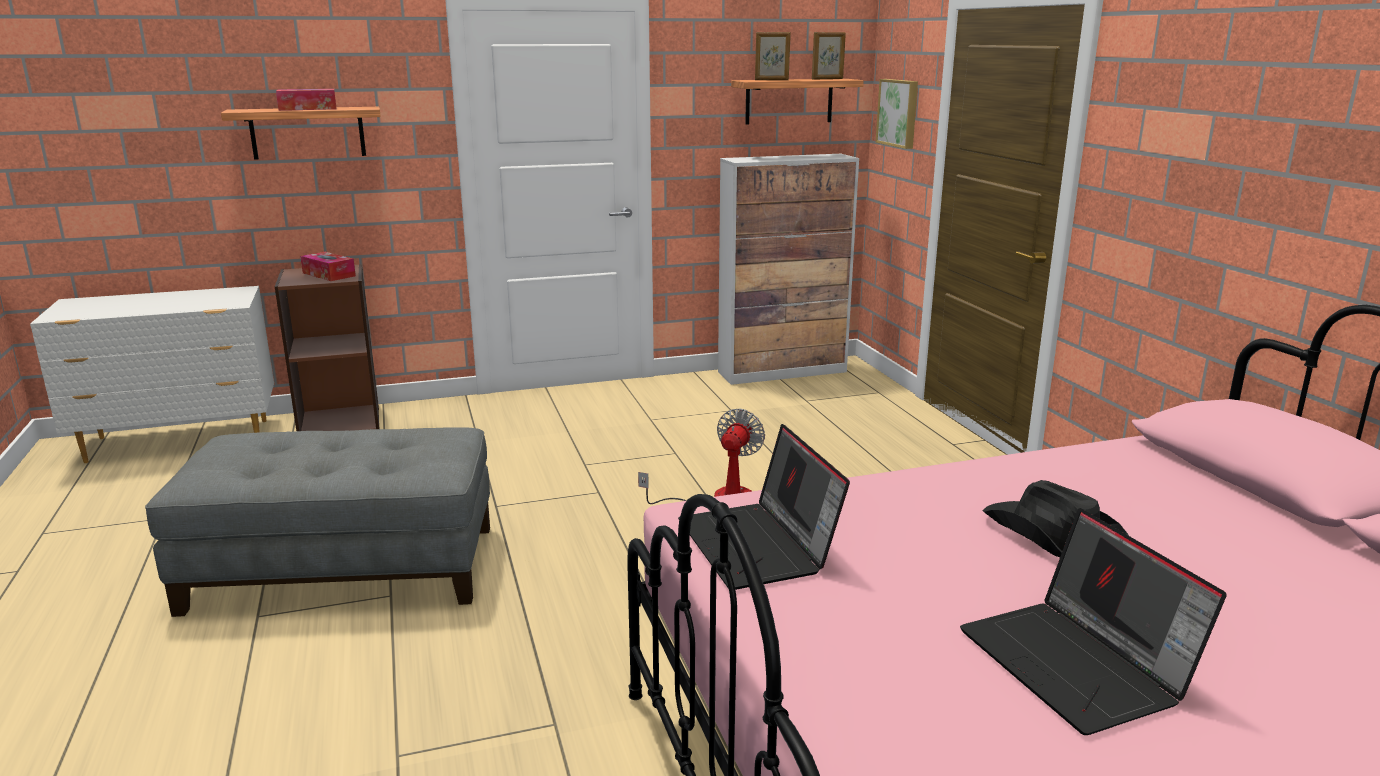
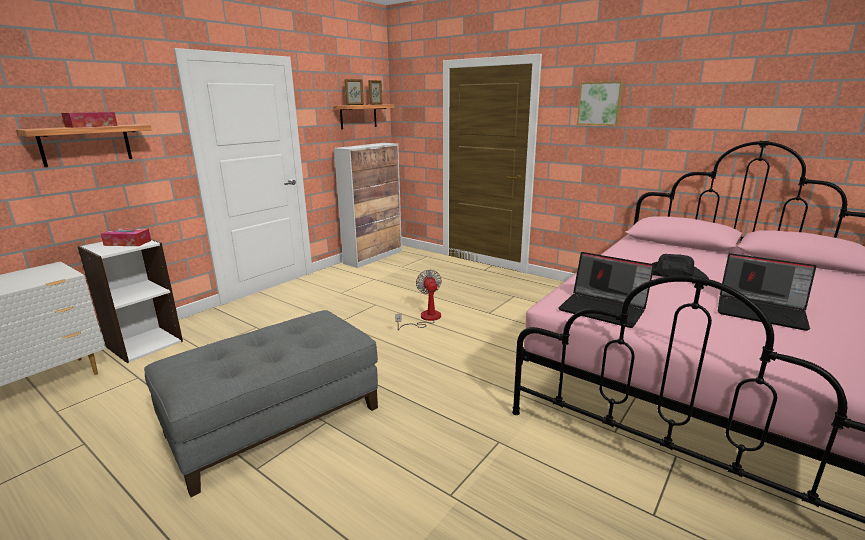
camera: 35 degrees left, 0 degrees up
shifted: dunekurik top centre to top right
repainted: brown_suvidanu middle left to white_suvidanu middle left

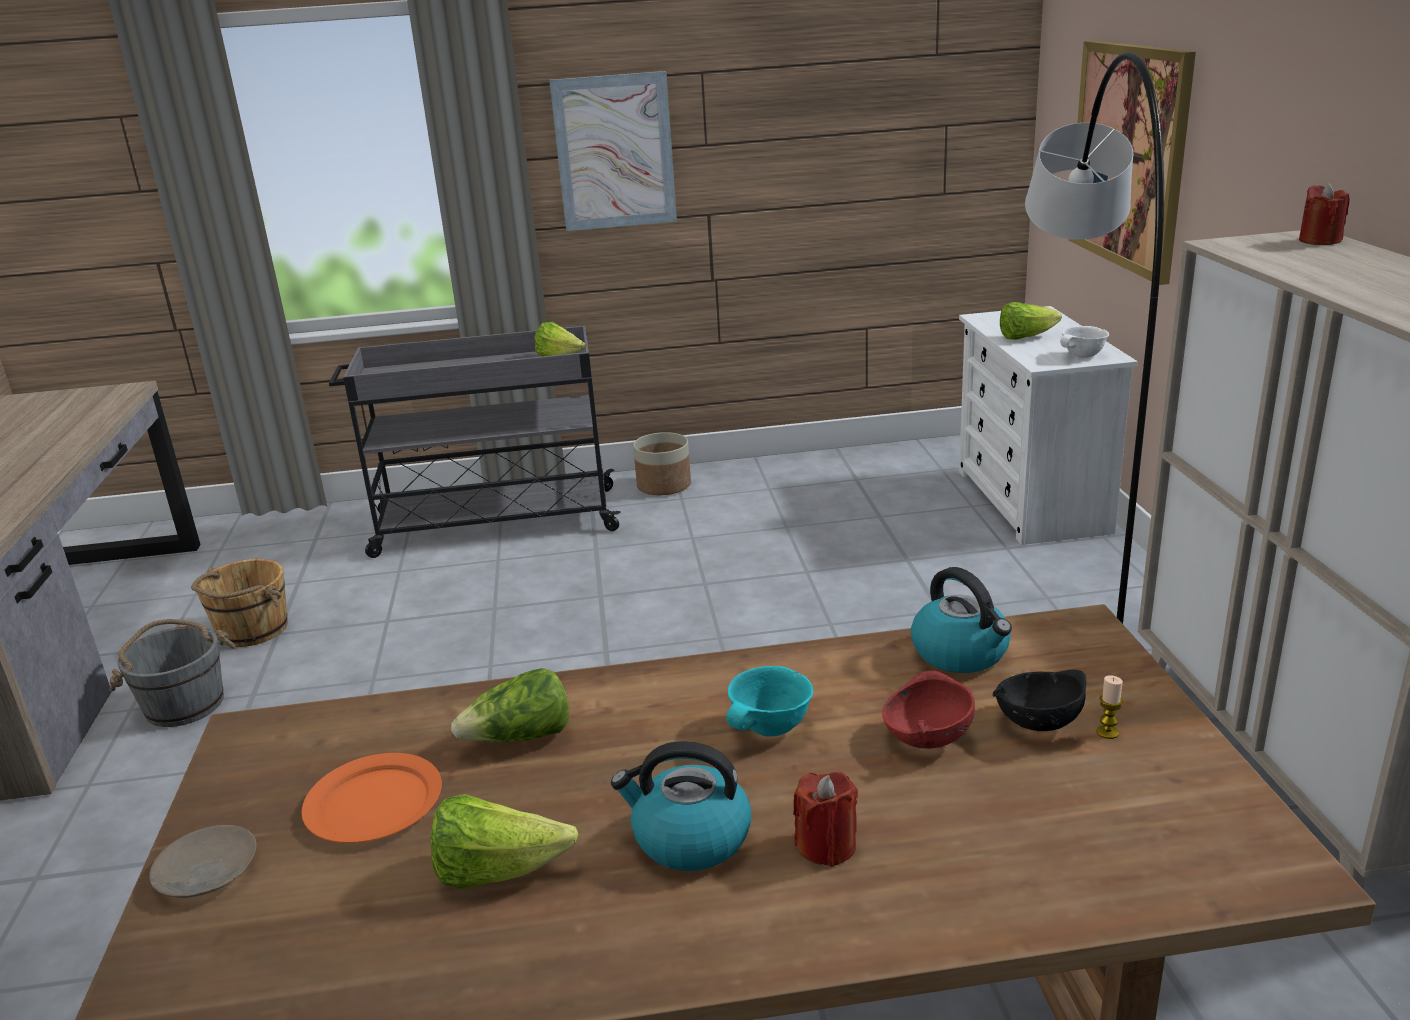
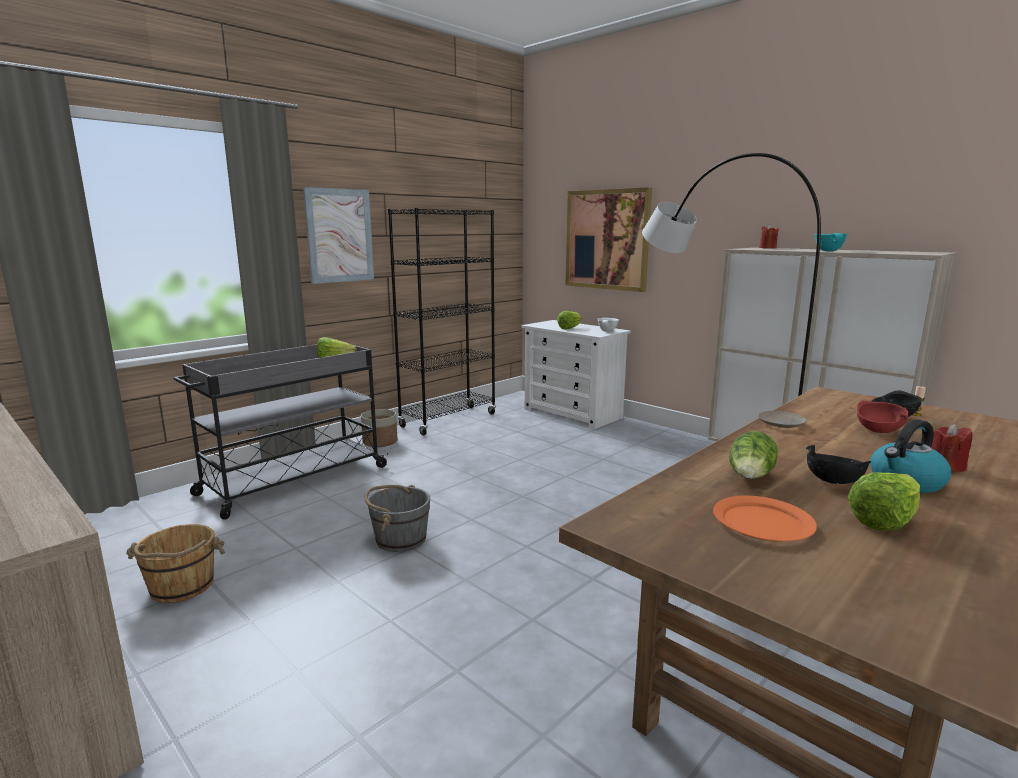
camera: 40 degrees left, 10 degrees down
gone: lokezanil (no. 2 from left) middle right
new: black_suvidanu centre; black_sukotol (no. 1 from left) middle right
shifted: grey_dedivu middle left to centre; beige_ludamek bottom left to middle right; turquoise_sukotol bottom centre to top right

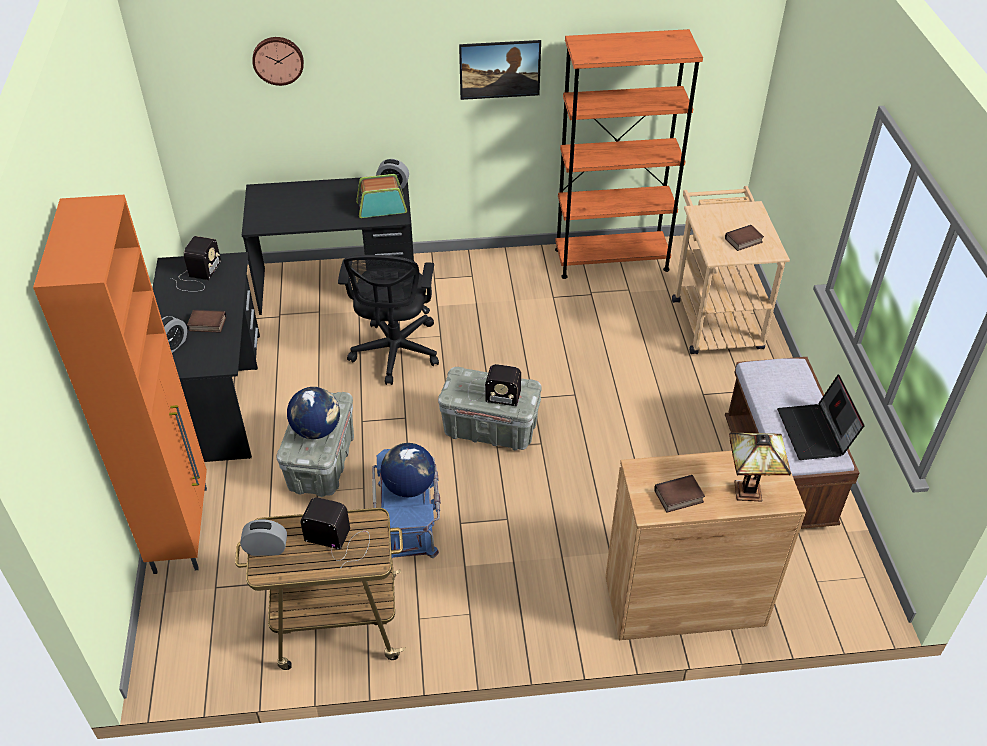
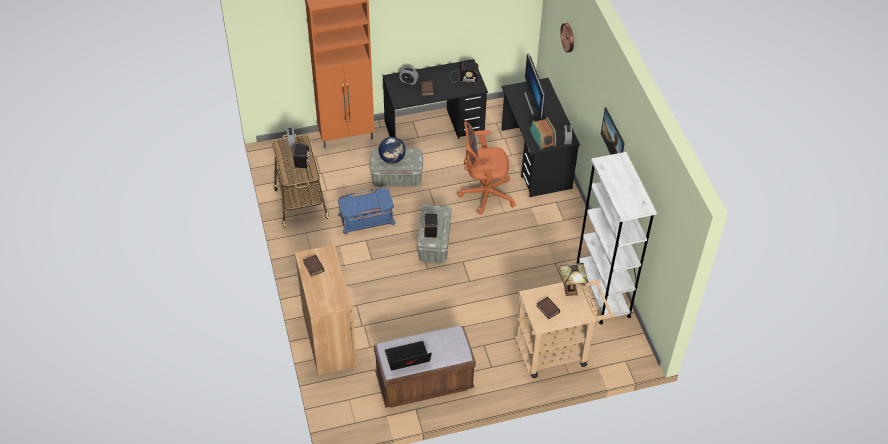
camera: 80 degrees right, 5 degrees up
gone: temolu (no. 2 from left) centre
new: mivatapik top centre
shifted: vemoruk middle right to centre
repainted: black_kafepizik centre to orange_kafepizik centre; orange_suvidanu top centre to white_suvidanu middle right

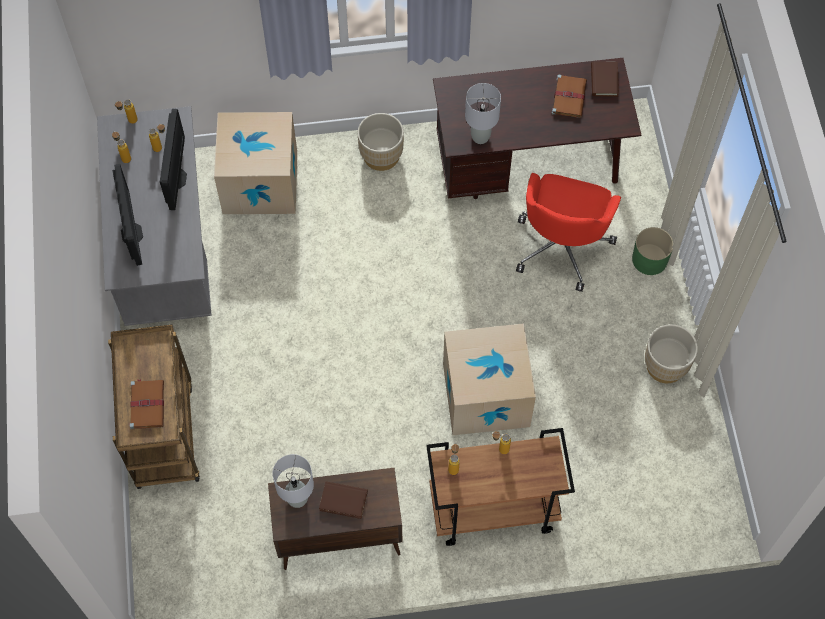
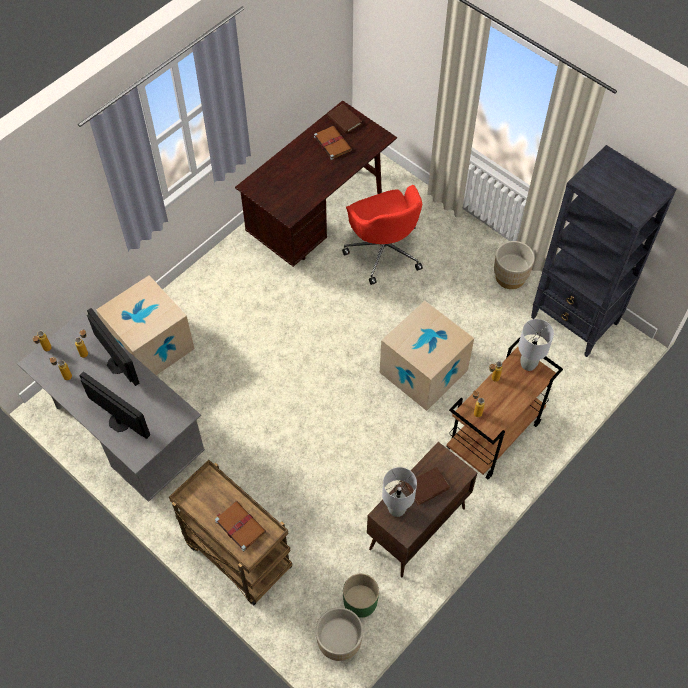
camera: 40 degrees left, 5 degrees down
new: black_suvidanu middle right
shifted: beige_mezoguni (no. 1 from left) top centre to bottom centre; grey_vemoruk (no. 2 from left) top centre to middle right; green_mezoguni middle right to bottom centre

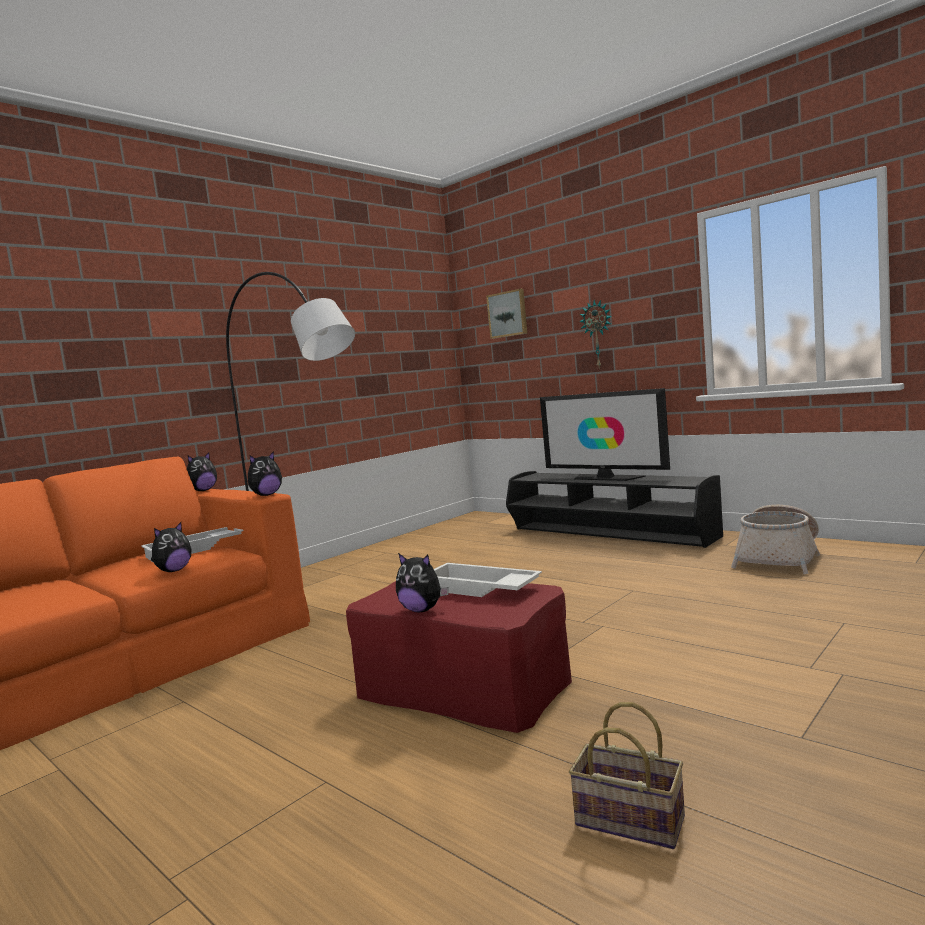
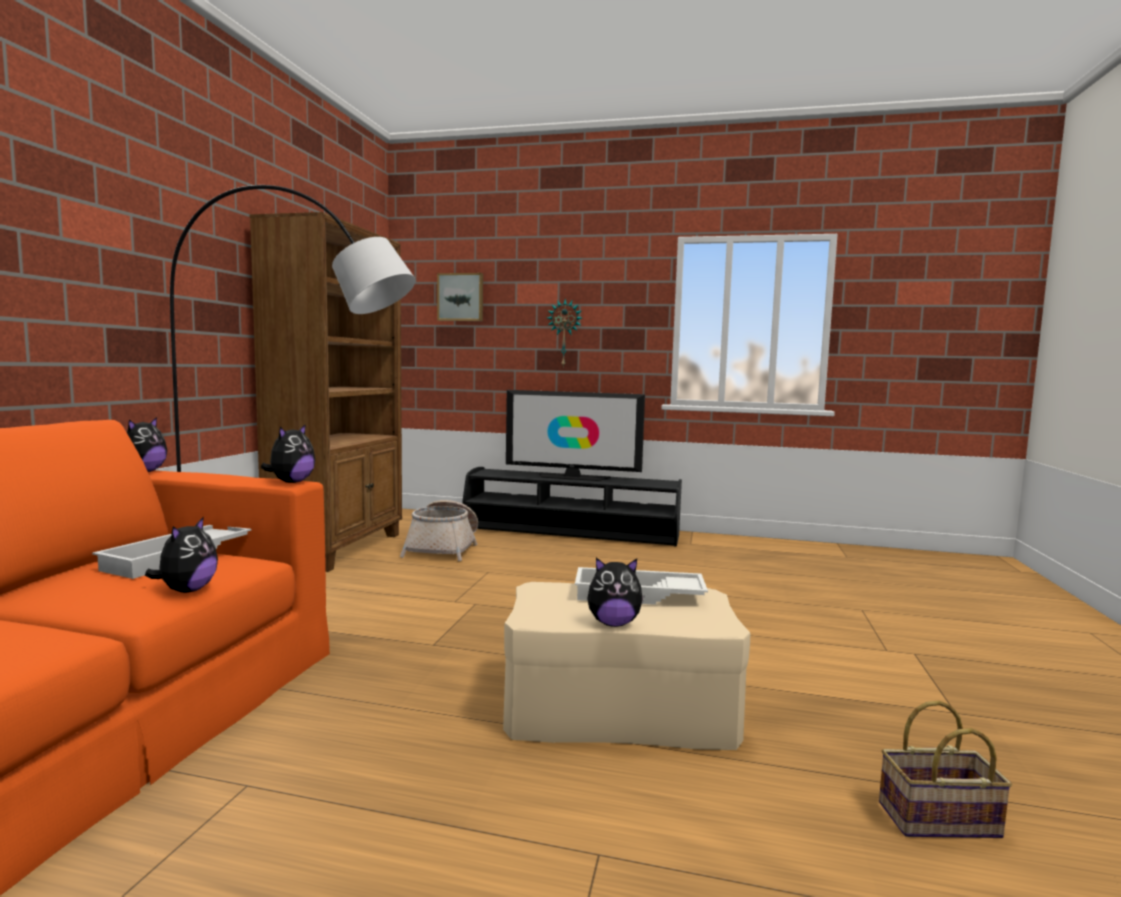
camera: 30 degrees left, 0 degrees up
new: brown_suvidanu middle left
shifted: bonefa (no. 2 from left in the first image) middle right to bonefa (no. 1 from left) centre
repainted: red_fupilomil bottom centre to beige_fupilomil bottom centre

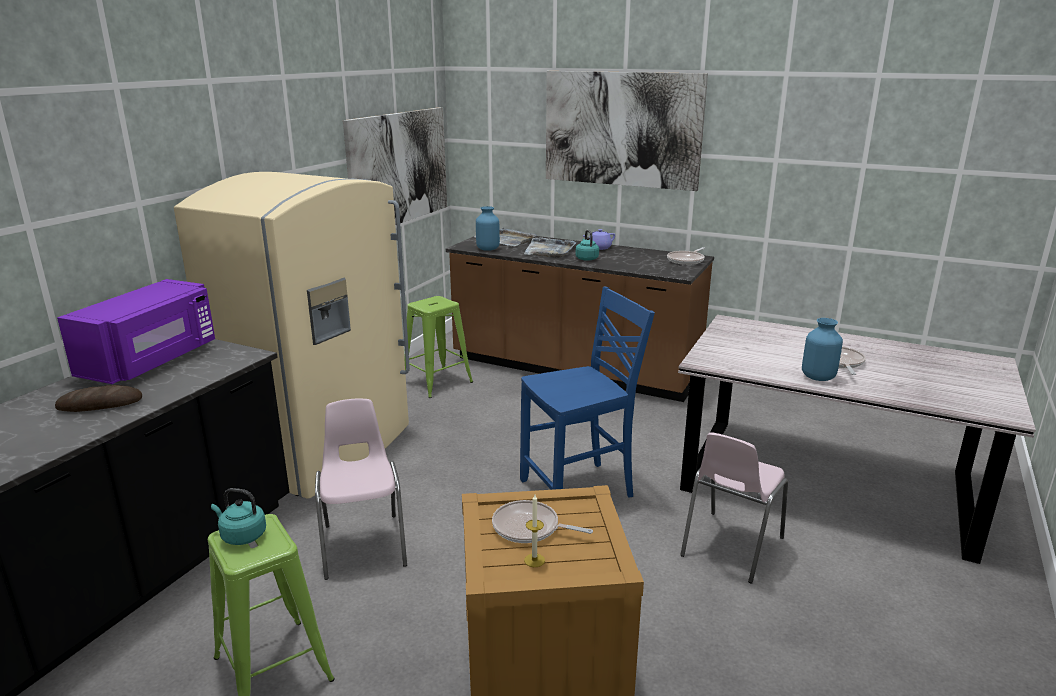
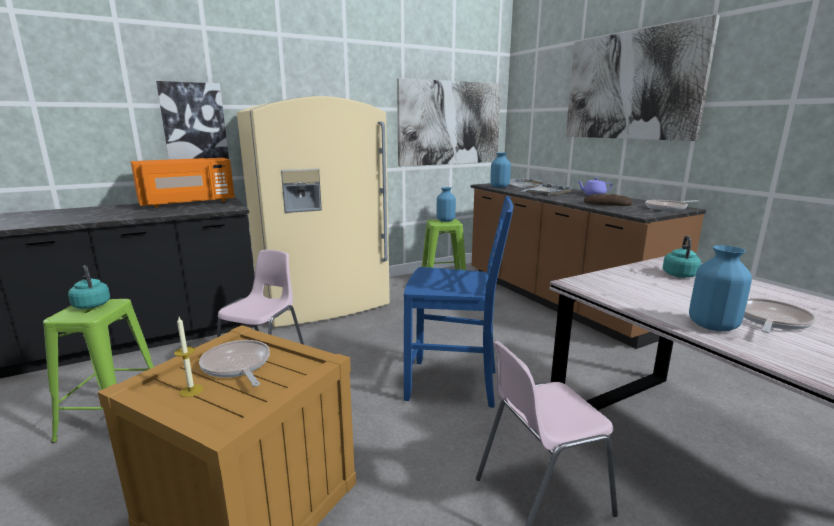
camera: 35 degrees right, 5 degrees down
new: dunekurik (no. 1 from left) top left; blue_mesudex (no. 1 from left) centre
shifted: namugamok middle left to middle right; turquoise_lokezanil (no. 2 from left) centre to middle right
repainted: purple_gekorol middle left to orange_gekorol middle left

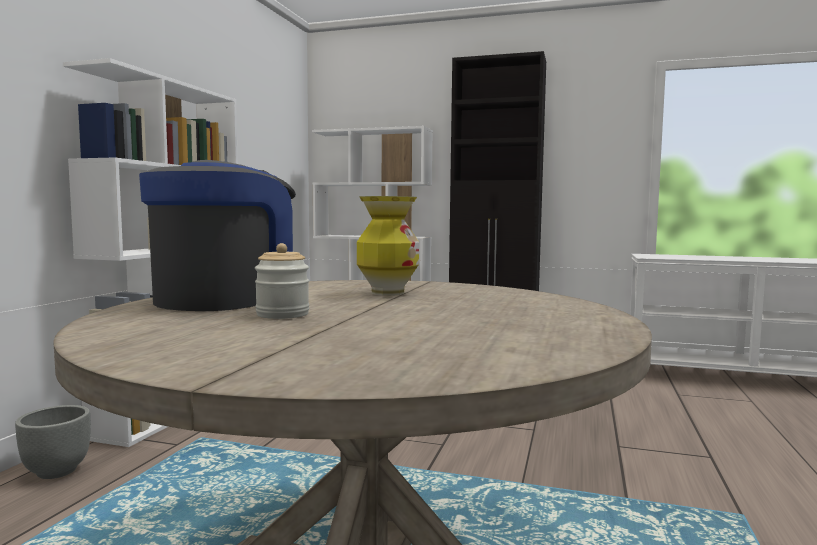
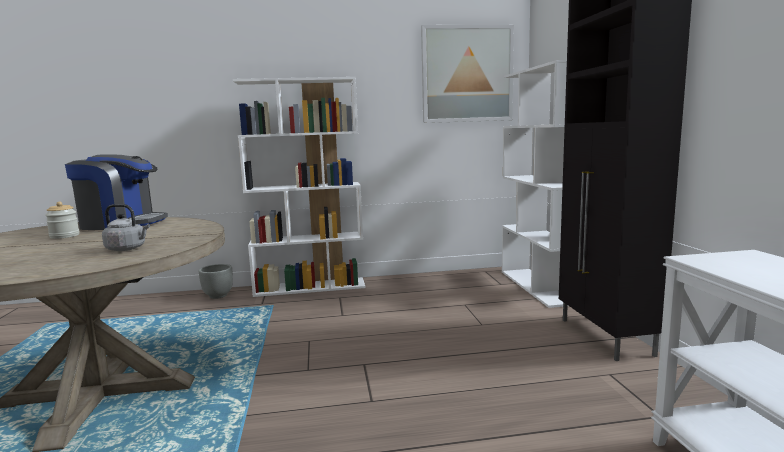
camera: 65 degrees right, 5 degrees up
gone: mesudex centre
new: grey_lokezanil middle left; dunekurik top centre

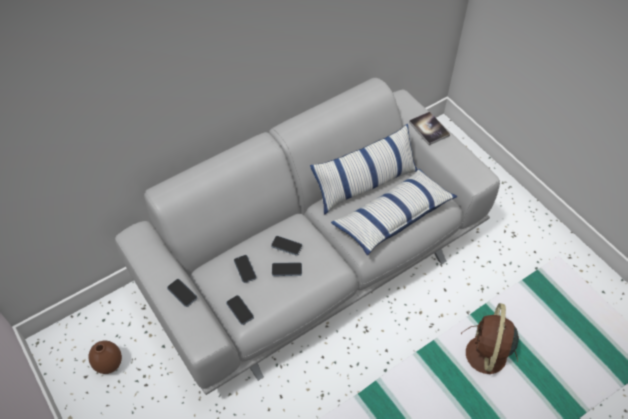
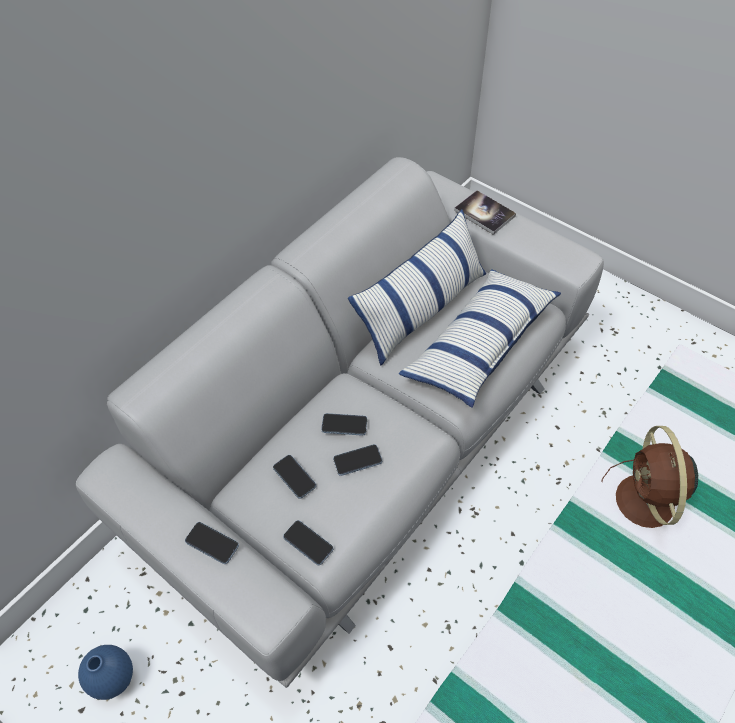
camera: 15 degrees left, 0 degrees up
repainted: brown_mesudex bottom left to blue_mesudex bottom left

